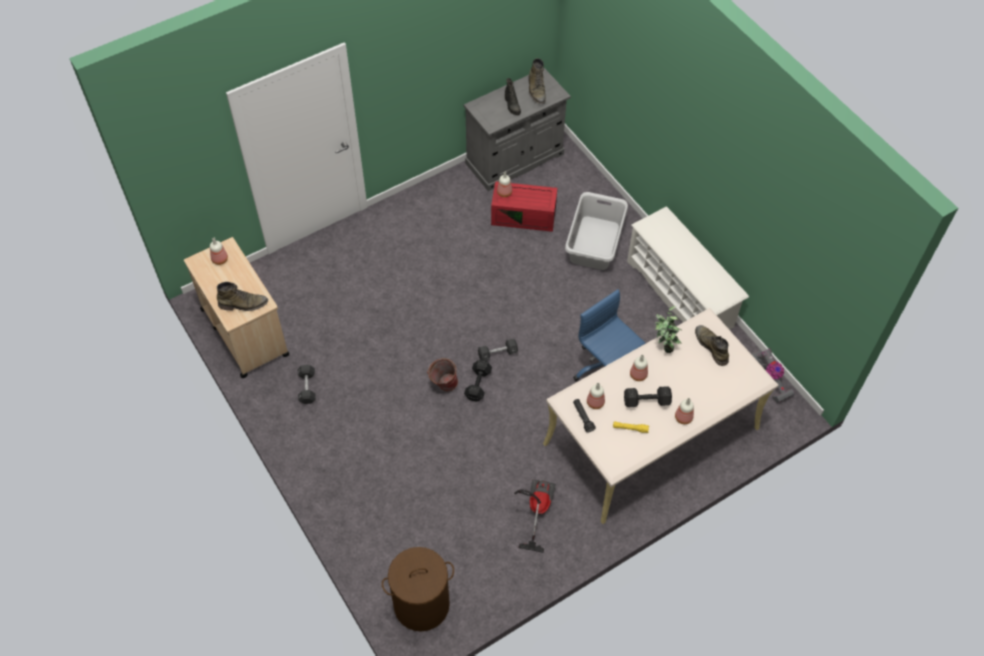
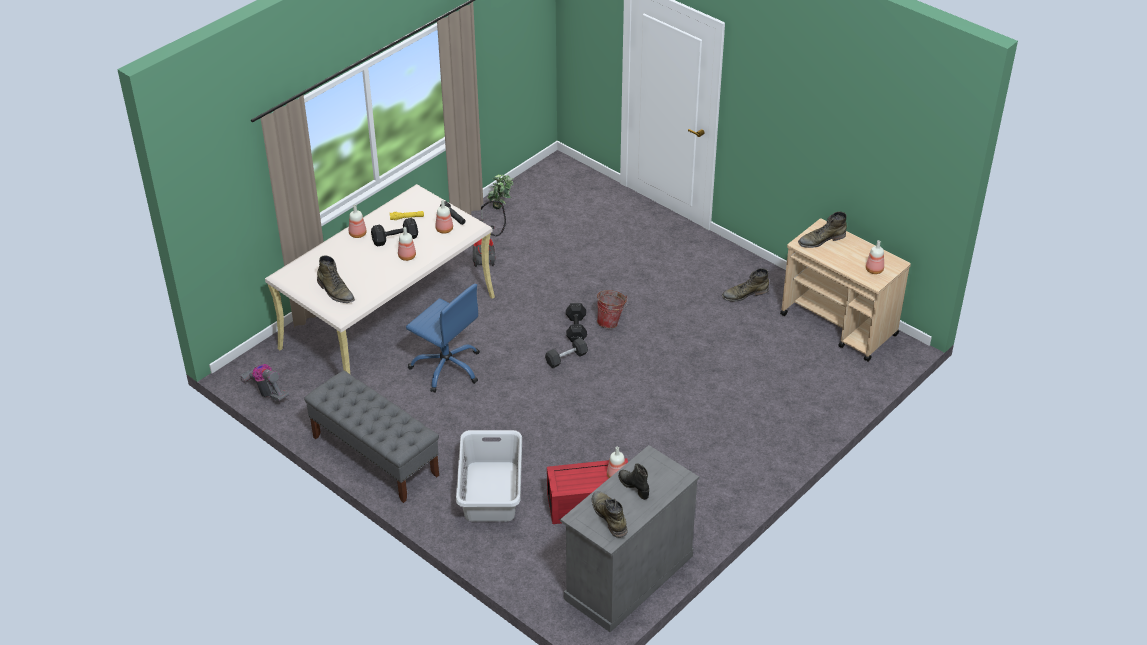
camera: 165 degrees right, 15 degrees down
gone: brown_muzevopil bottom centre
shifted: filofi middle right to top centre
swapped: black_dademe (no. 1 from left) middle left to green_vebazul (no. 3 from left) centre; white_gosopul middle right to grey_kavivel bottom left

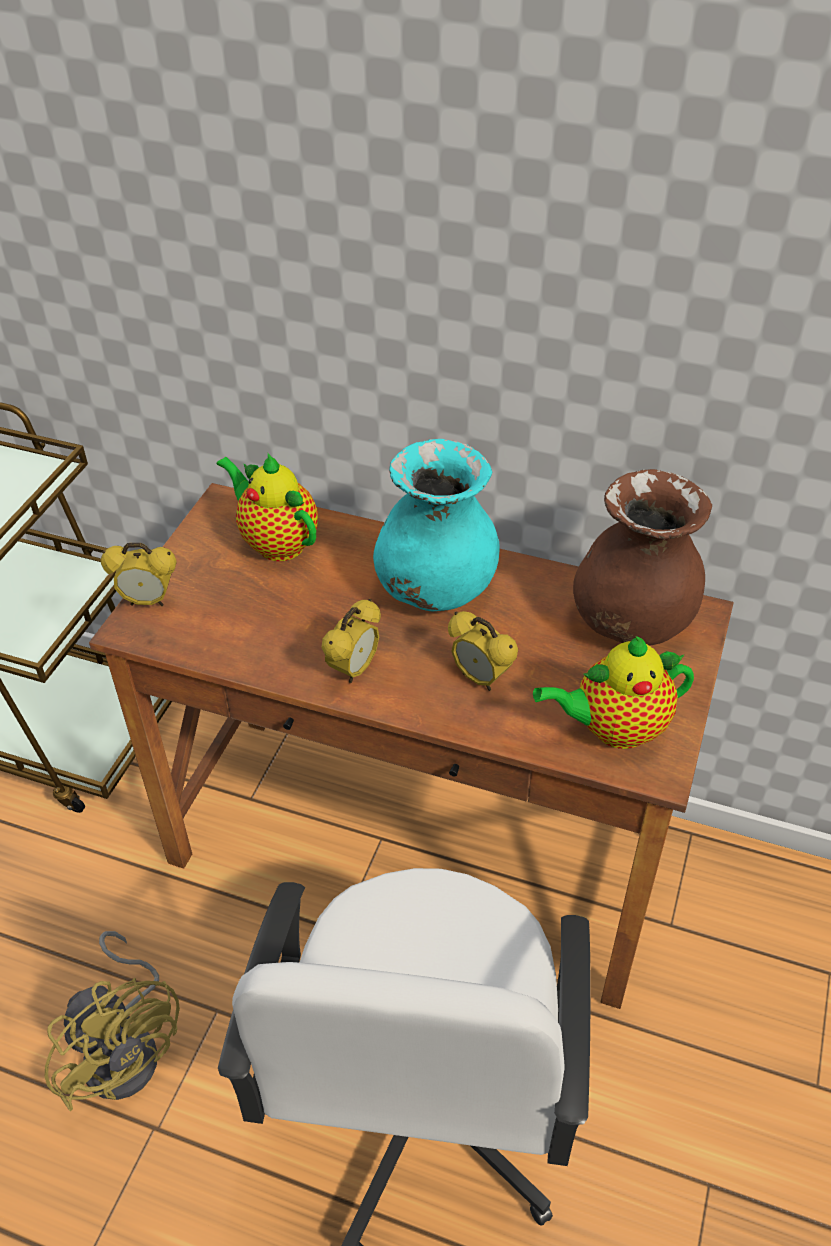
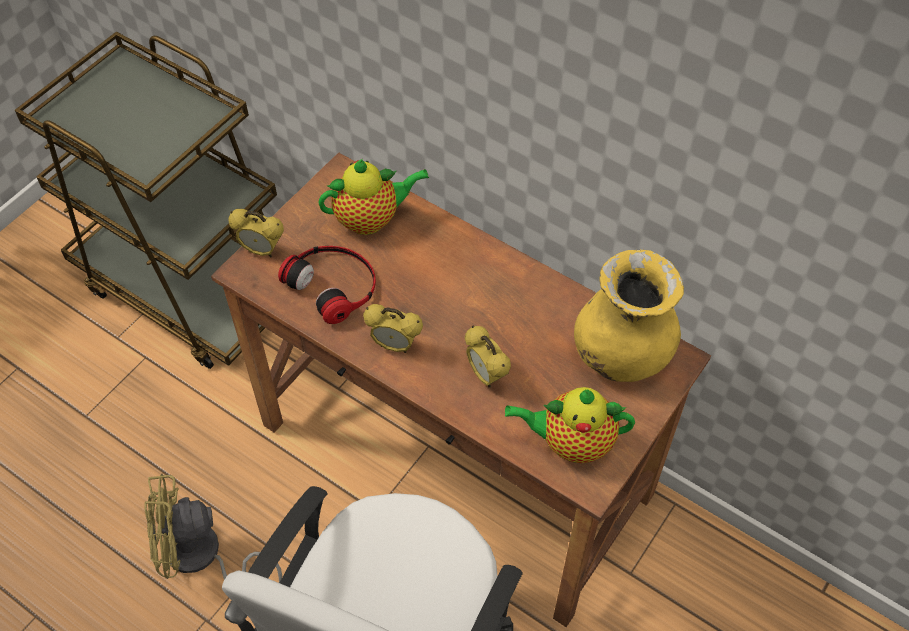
camera: 15 degrees right, 10 degrees up
gone: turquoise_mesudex centre
new: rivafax centre
repainted: brown_mesudex middle right to yellow_mesudex middle right
rotated: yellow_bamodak bottom left = bottom left 105 degrees clockwise; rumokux (no. 1 from left) middle left = top centre 105 degrees clockwise; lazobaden (no. 2 from left) centre = centre 60 degrees clockwise

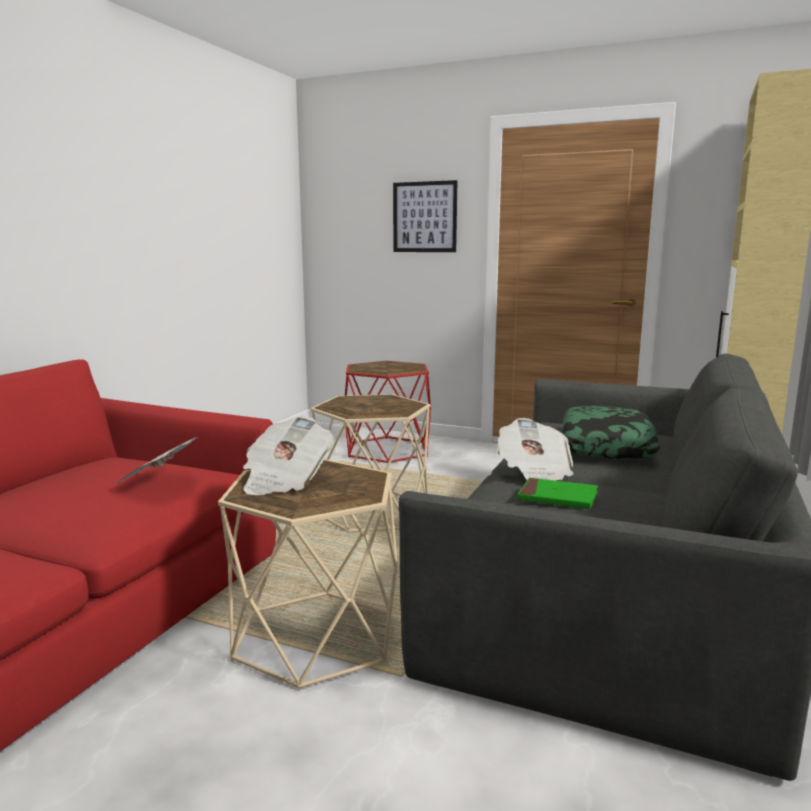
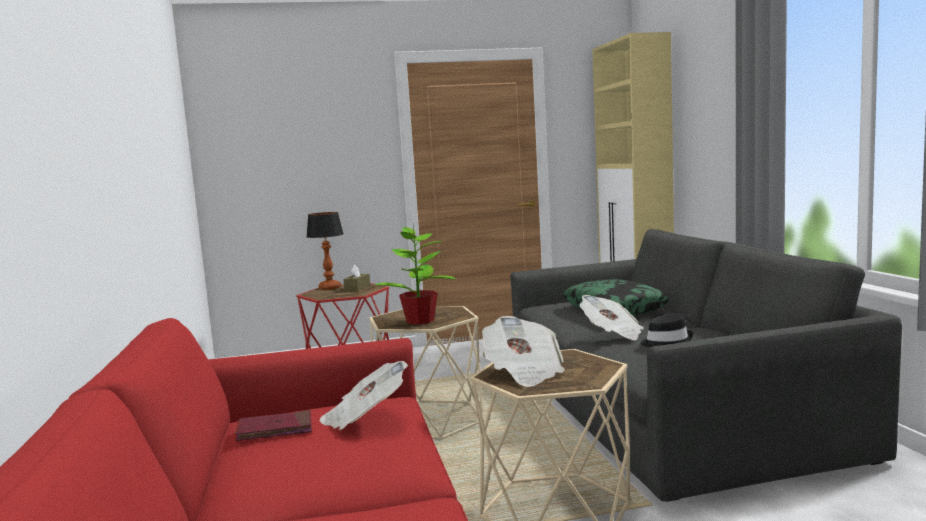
camera: 35 degrees left, 5 degrees down
gone: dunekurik top centre
new: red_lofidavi bottom left; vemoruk centre; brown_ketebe centre; filofi centre
swapped: green_lofidavi middle right to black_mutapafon middle right

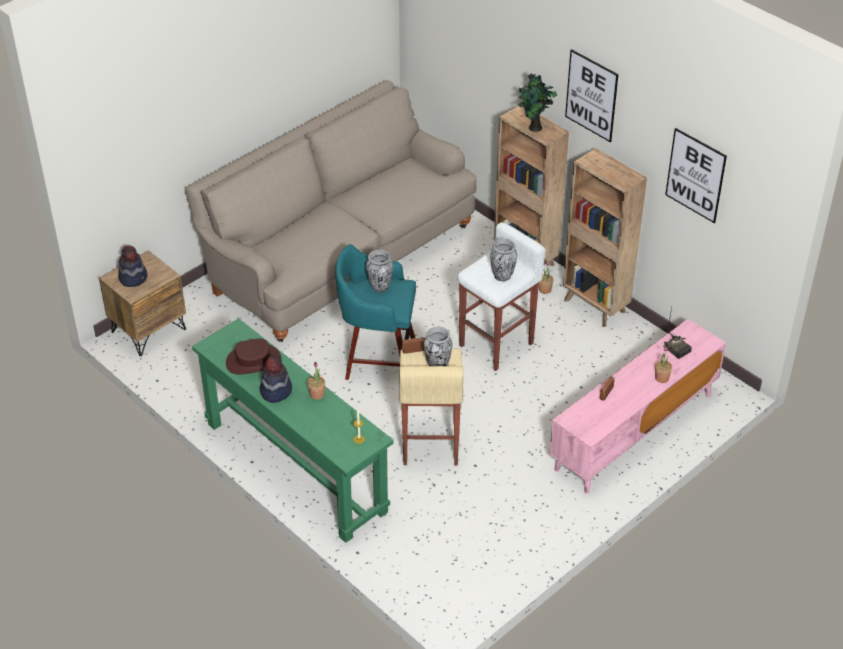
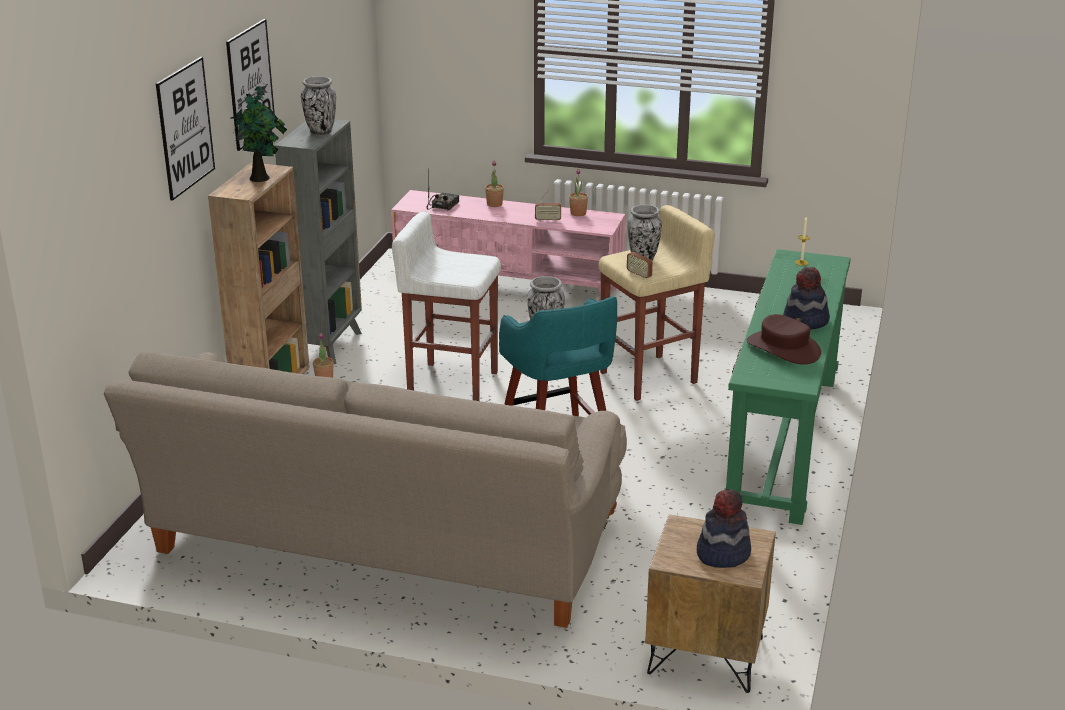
camera: 120 degrees left, 15 degrees down
shifted: filofi (no. 1 from left in the first image) centre to filofi (no. 4 from left) top centre; mesudex (no. 3 from left in the first image) centre to mesudex (no. 1 from left) top left; dunekurik (no. 2 from left in the first image) top right to dunekurik (no. 1 from left) top left
repainted: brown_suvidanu (no. 2 from left) middle right to grey_suvidanu middle left

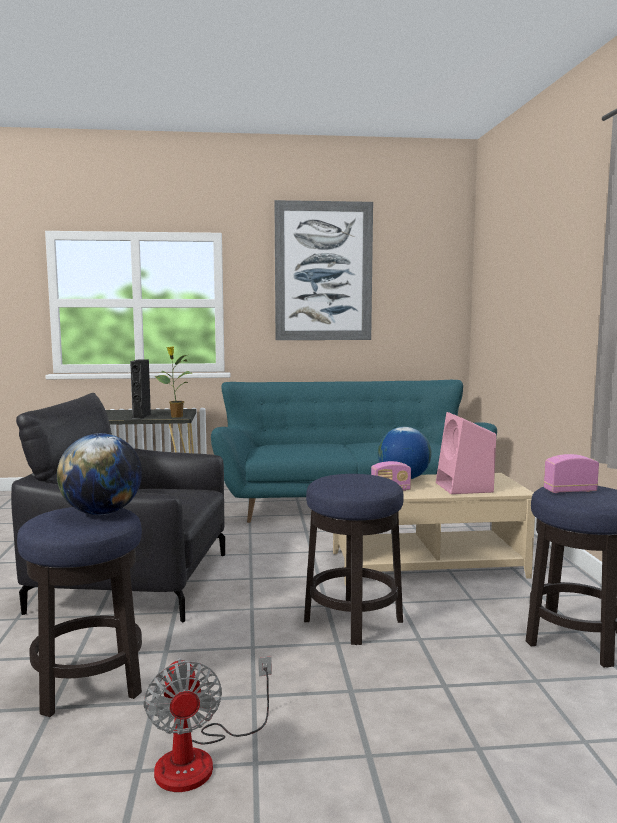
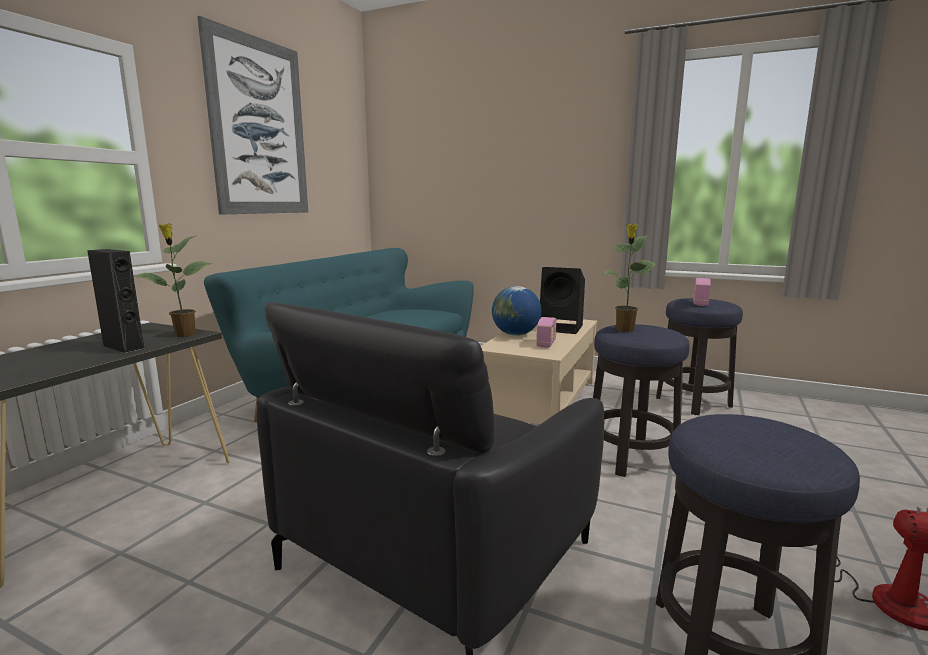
camera: 60 degrees left, 5 degrees up
gone: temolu (no. 1 from left) middle left
new: filofi (no. 2 from left) middle right
repainted: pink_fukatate middle right to black_fukatate (no. 2 from left) centre

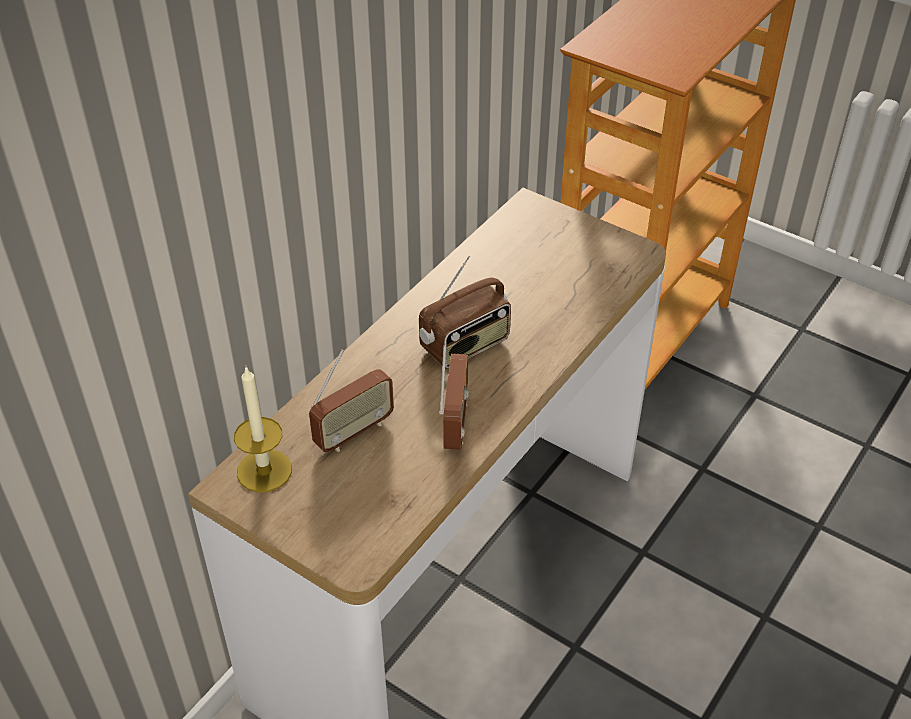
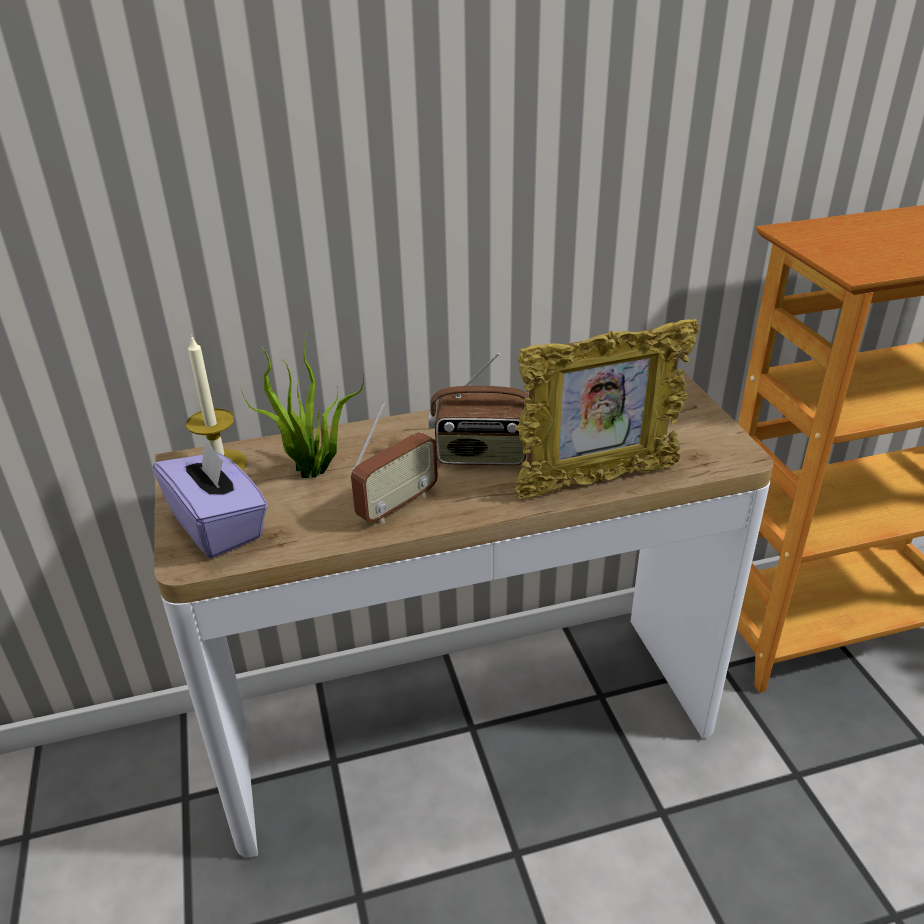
camera: 40 degrees right, 10 degrees down
new: purple_ketebe middle left; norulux centre
swapped: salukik (no. 1 from left) centre to filofi middle left

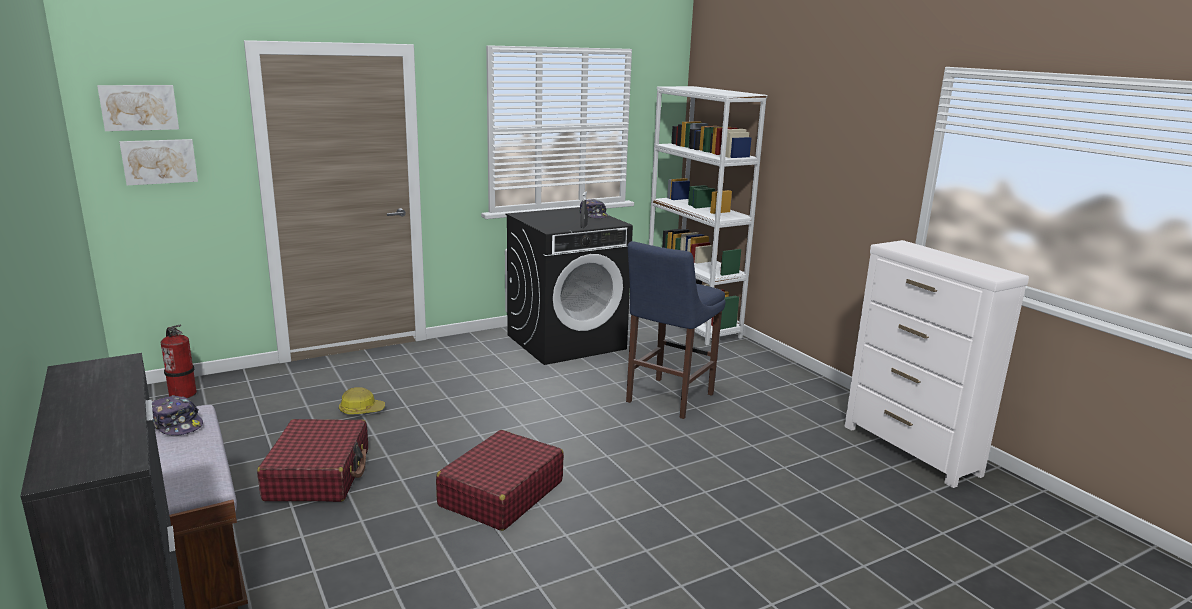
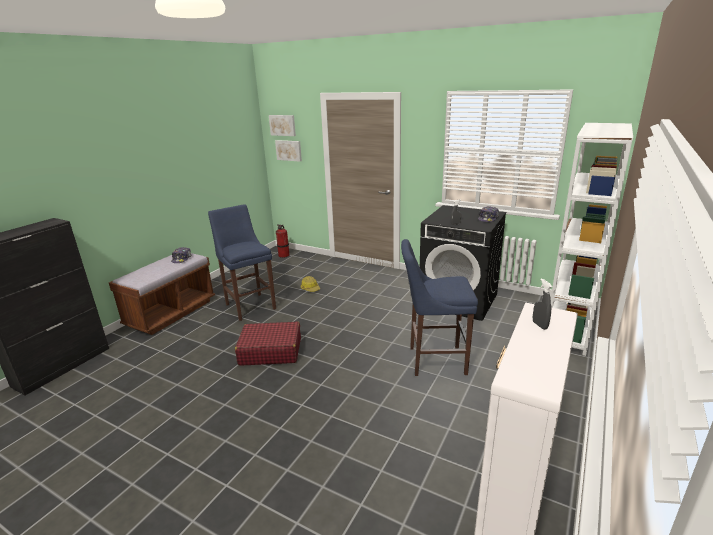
camera: 60 degrees right, 5 degrees up
new: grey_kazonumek (no. 2 from left) middle right
swapped: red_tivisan (no. 1 from left) bottom left to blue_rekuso (no. 1 from left) centre

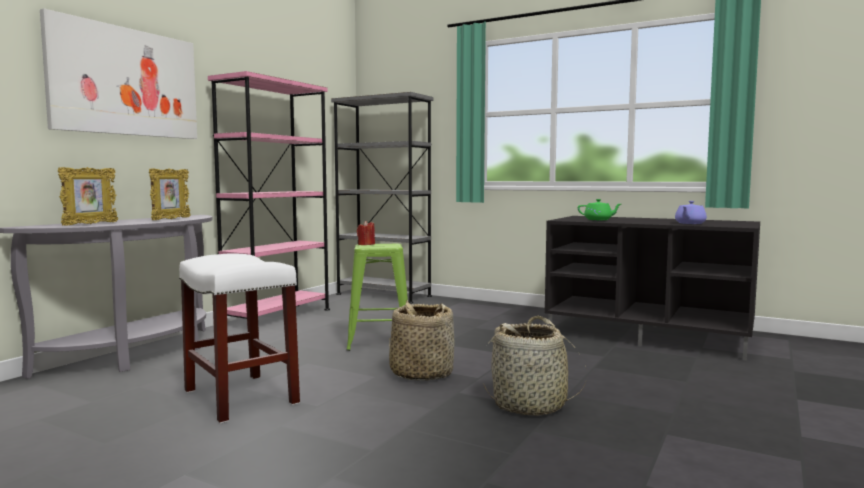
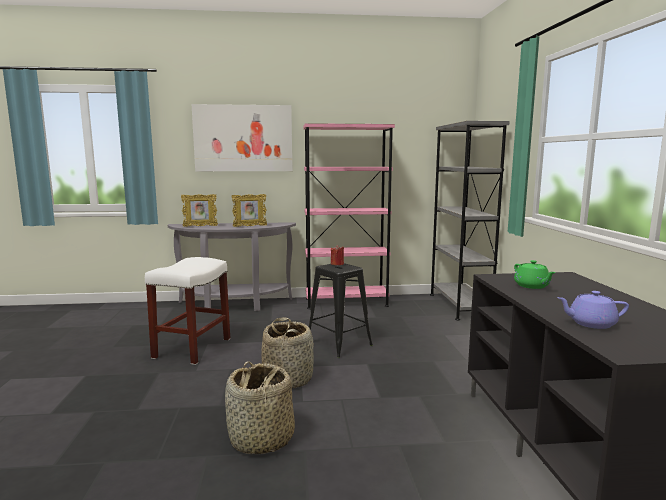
camera: 55 degrees right, 5 degrees up
repainted: green_rekuso centre to black_rekuso centre

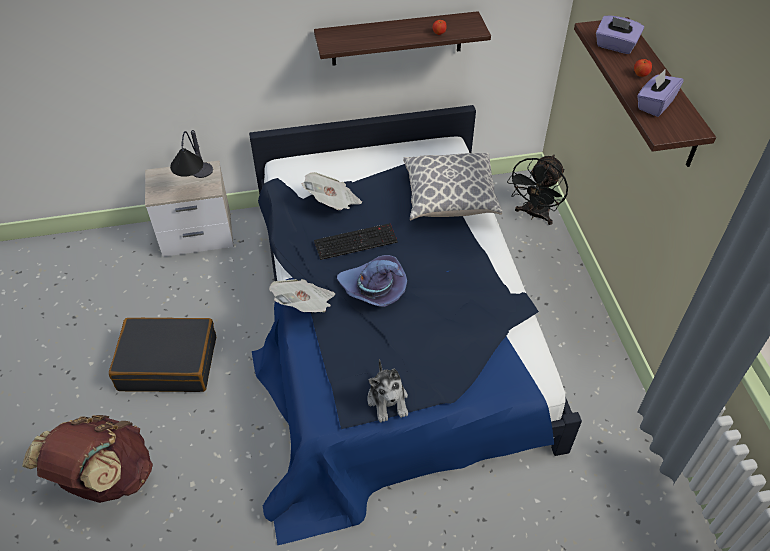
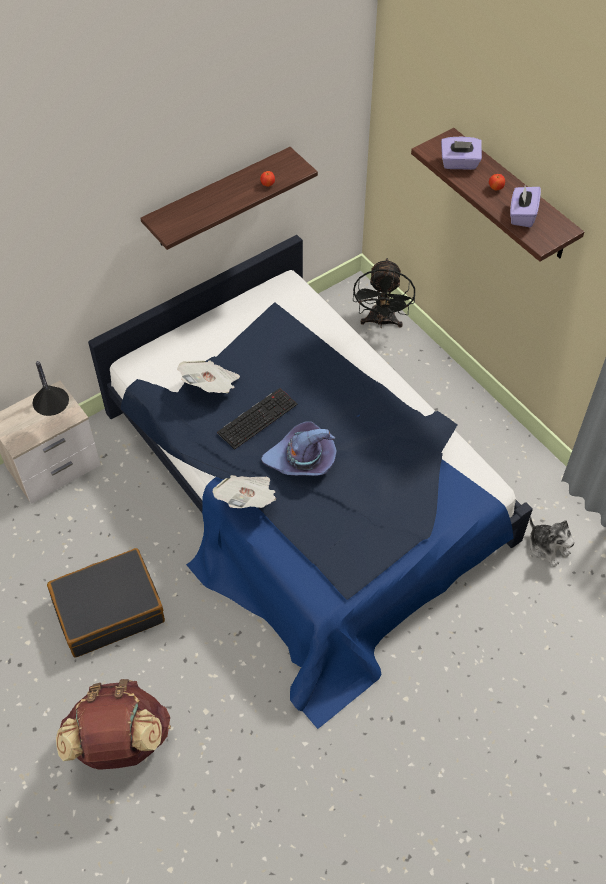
camera: 25 degrees left, 5 degrees up
gone: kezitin centre
shifted: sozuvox bottom centre to middle right

